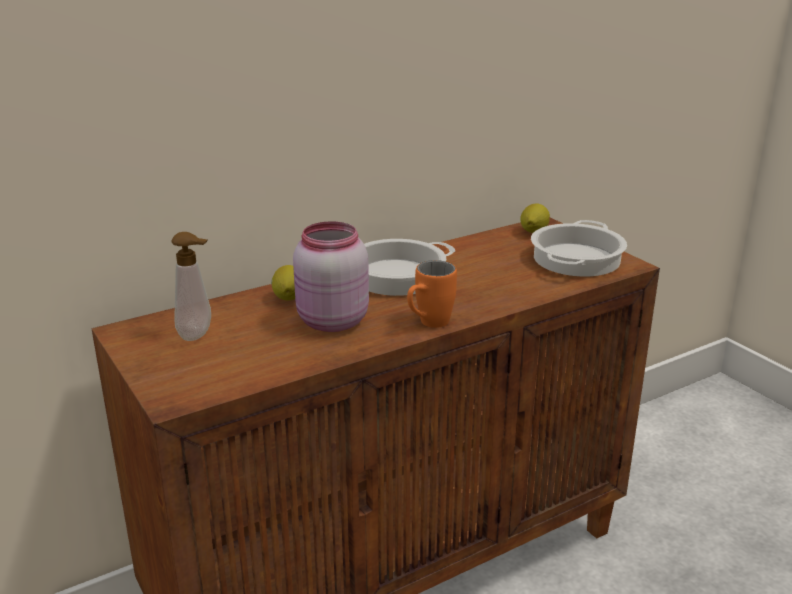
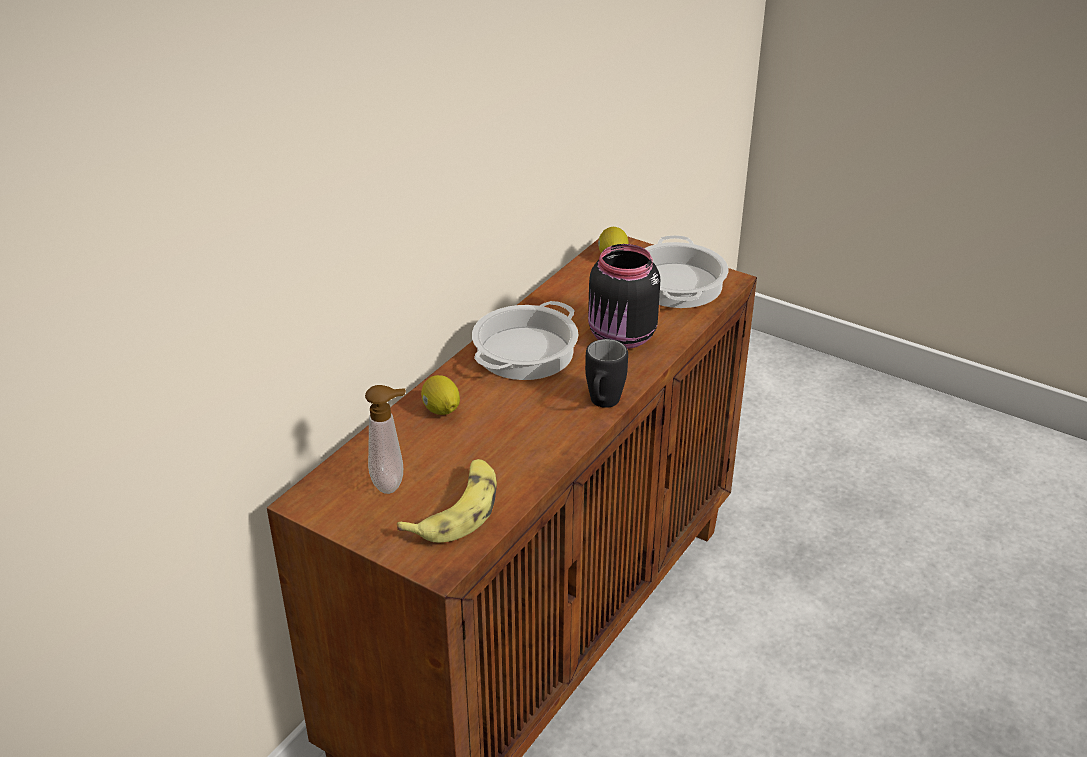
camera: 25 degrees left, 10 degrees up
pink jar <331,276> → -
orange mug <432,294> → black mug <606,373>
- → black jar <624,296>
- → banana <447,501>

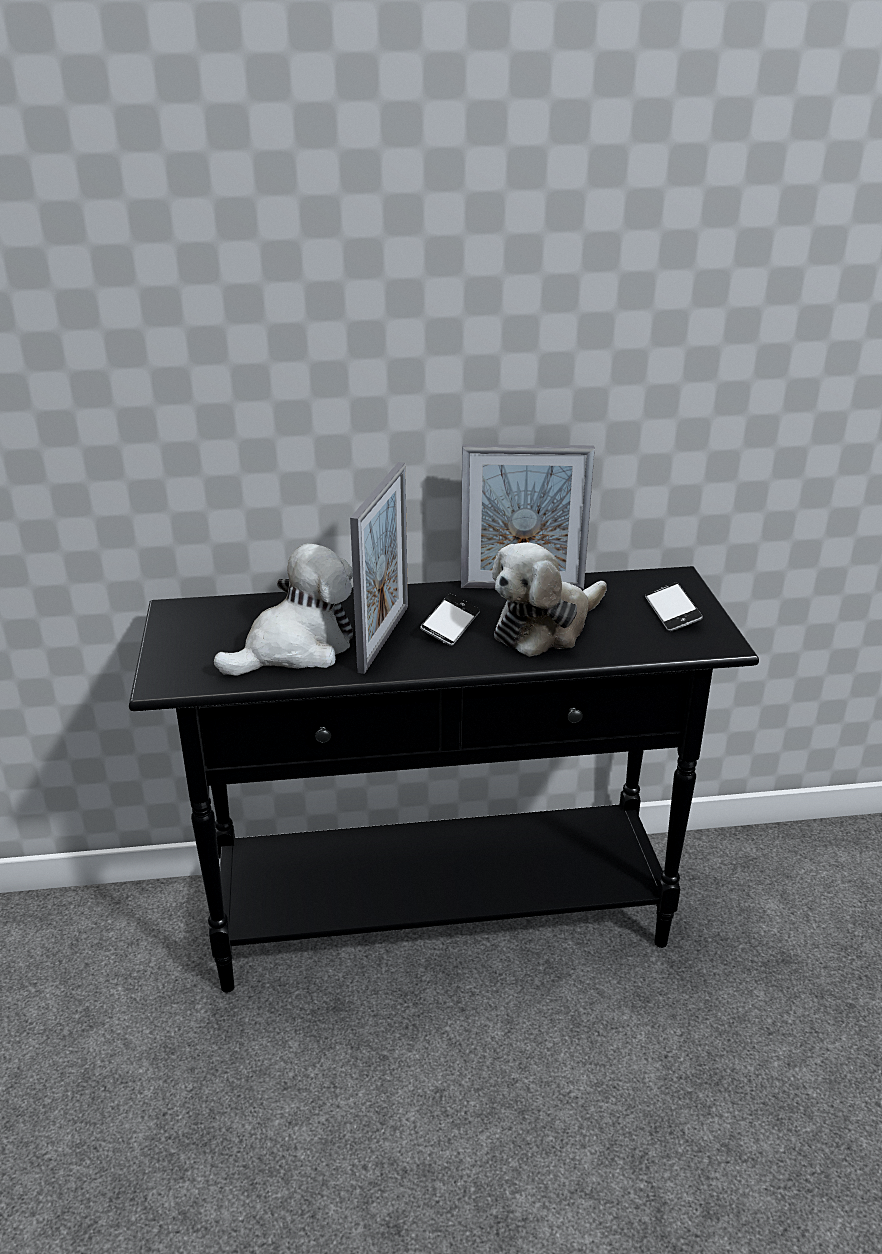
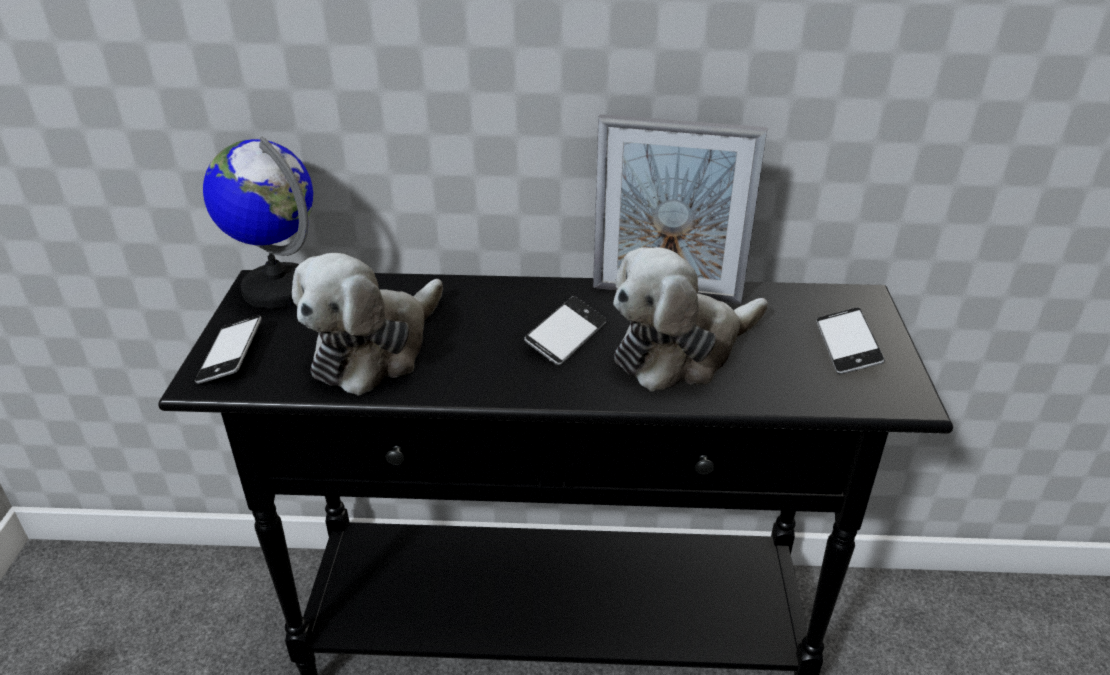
camera: 10 degrees right, 5 degrees up
picture frame <379,568> → -
plush toy <283,609> → plush toy <367,324>, 150 degrees clockwise
- → globe <258,223>
- → phone <228,349>

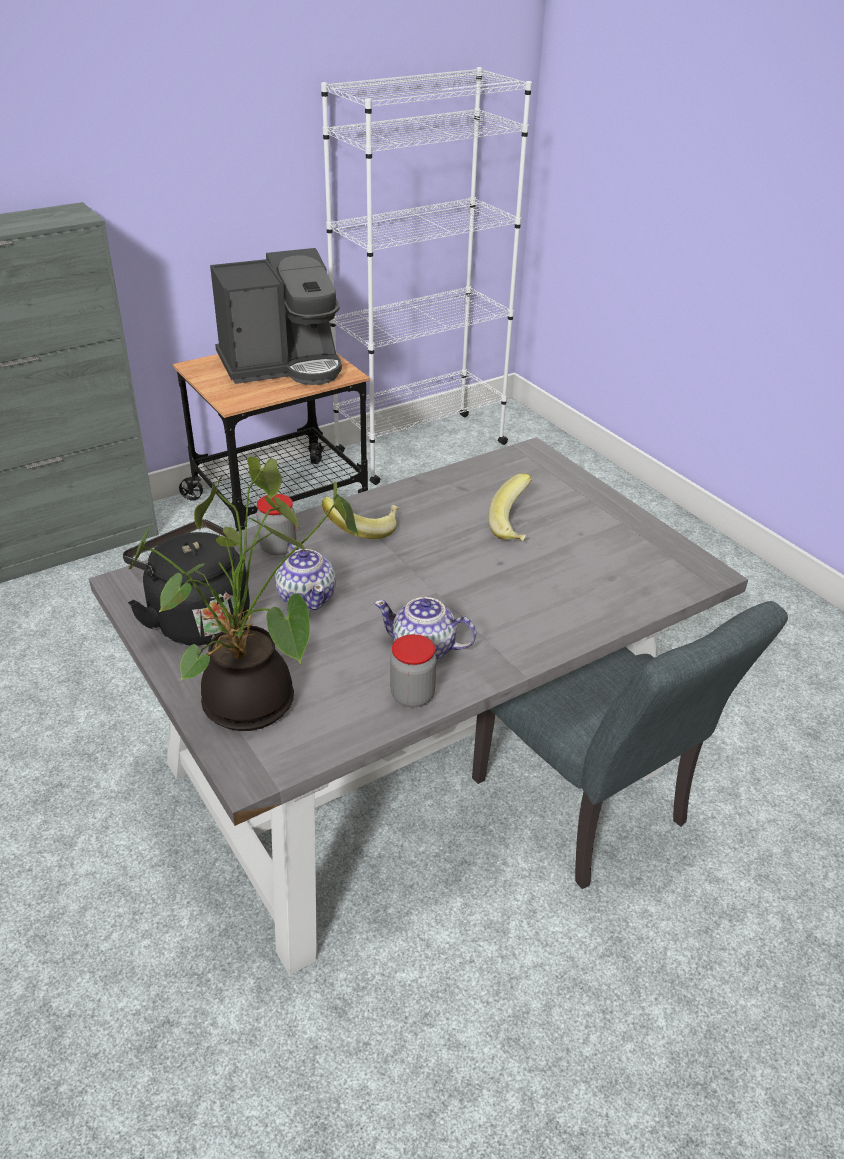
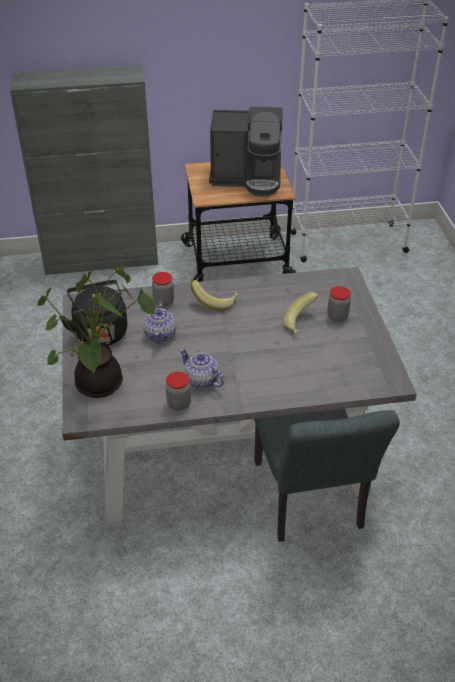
camera: 25 degrees right, 5 degrees up
- → jar <339,304>

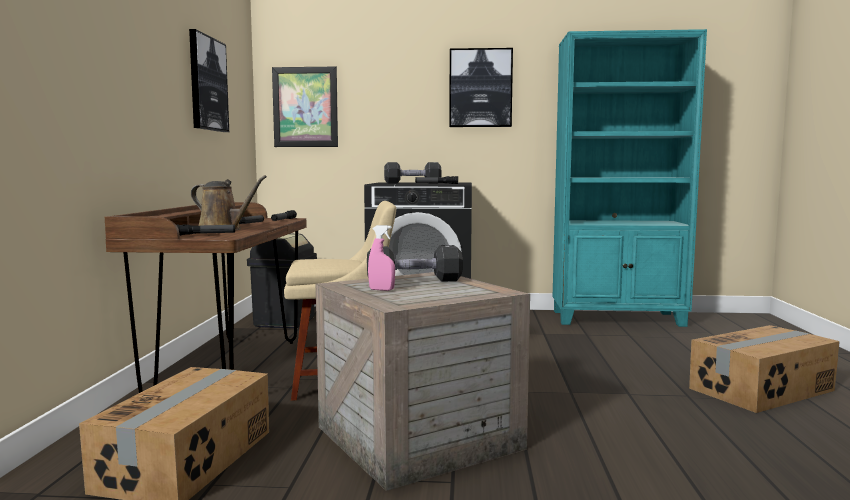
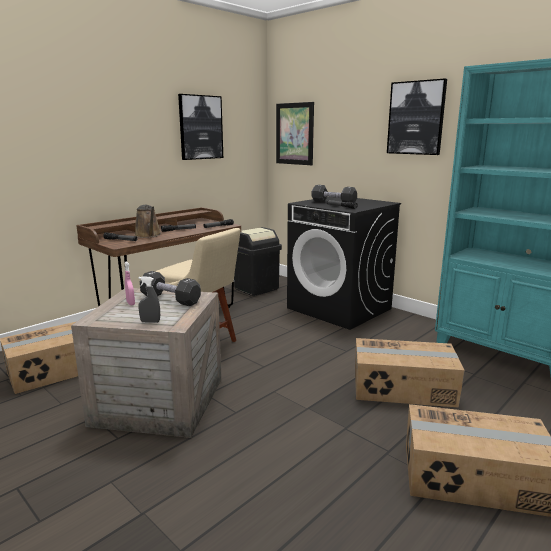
camera: 40 degrees right, 10 degrees up
- → grey spray bottle <149,299>
- → cardboard box <409,373>

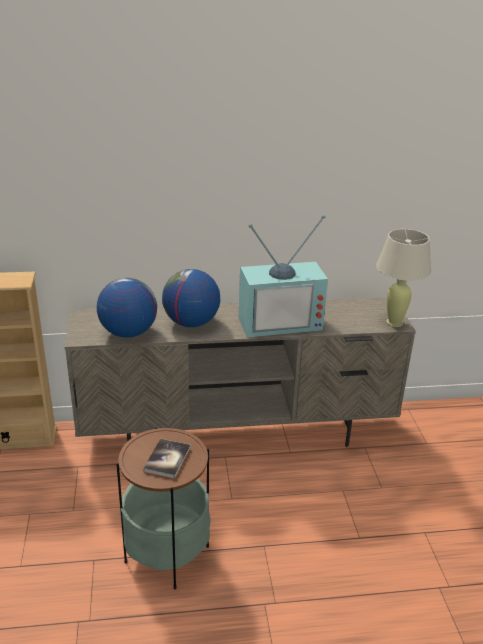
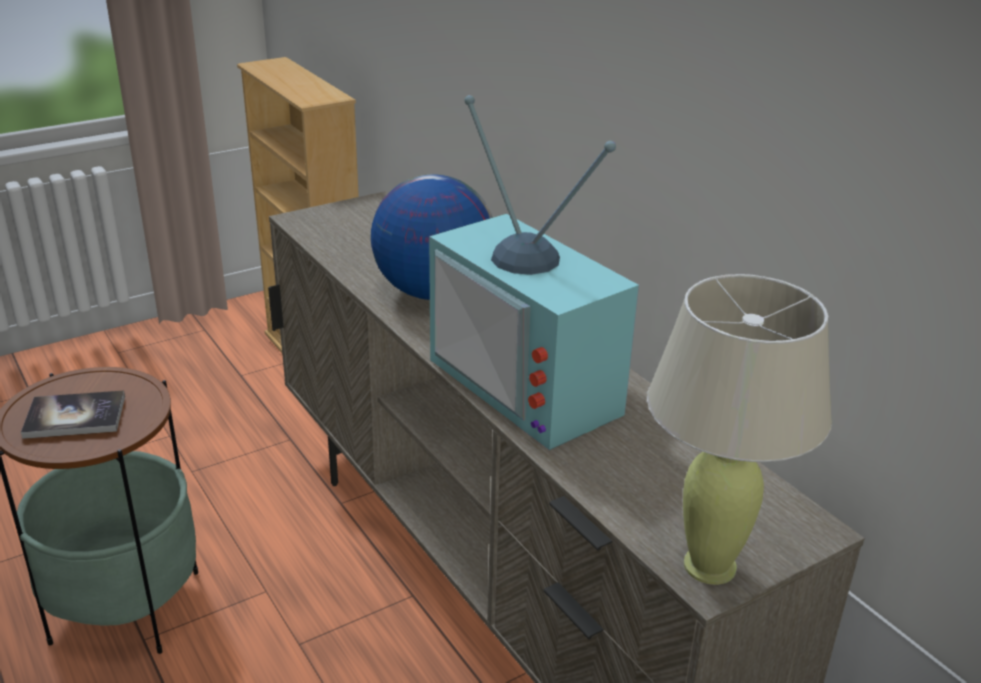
camera: 65 degrees right, 0 degrees up
globe <126,308> → -

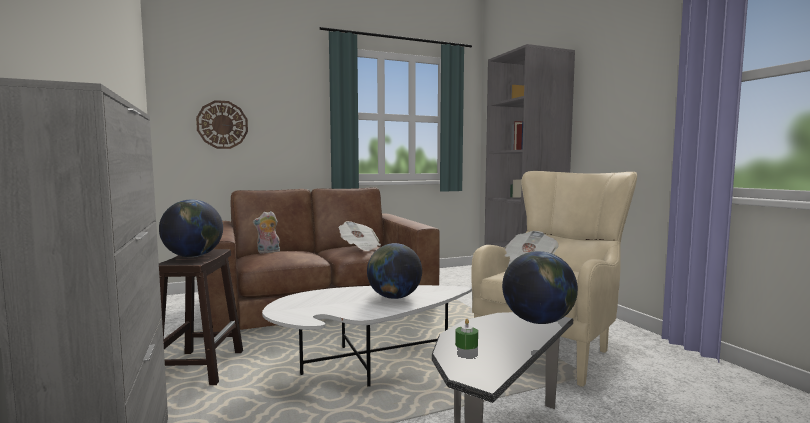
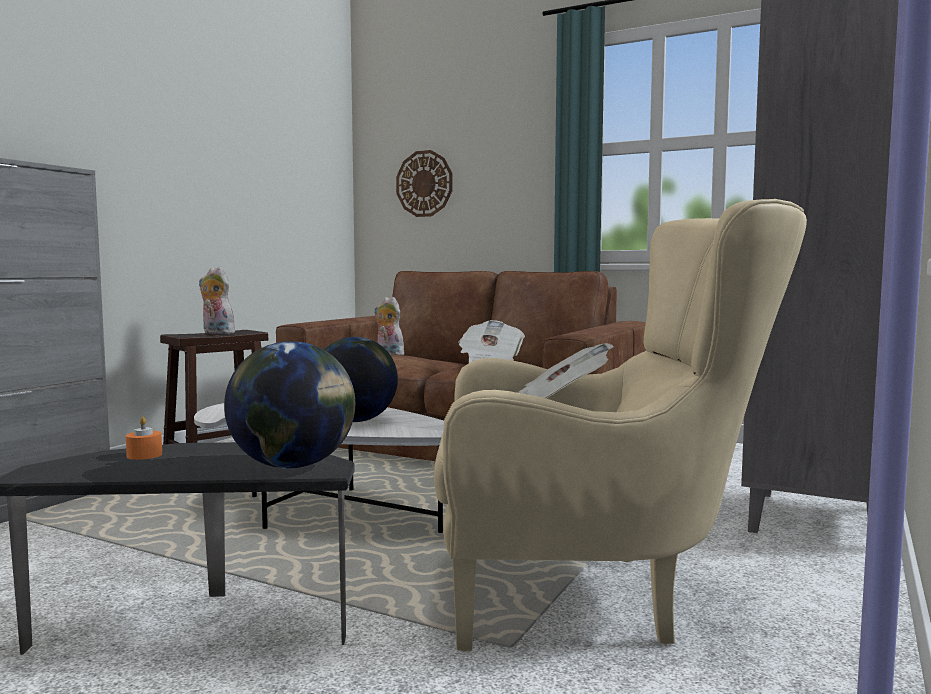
camera: 50 degrees right, 0 degrees up
globe <191,228> → plush toy <217,300>
green candle <466,334> → orange candle <144,438>

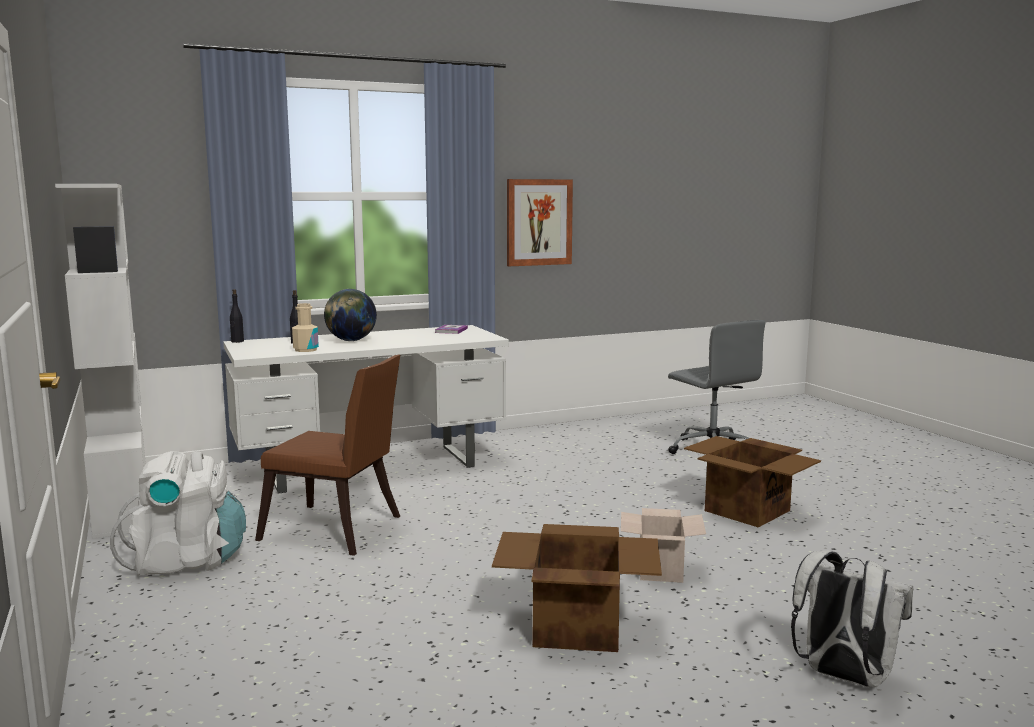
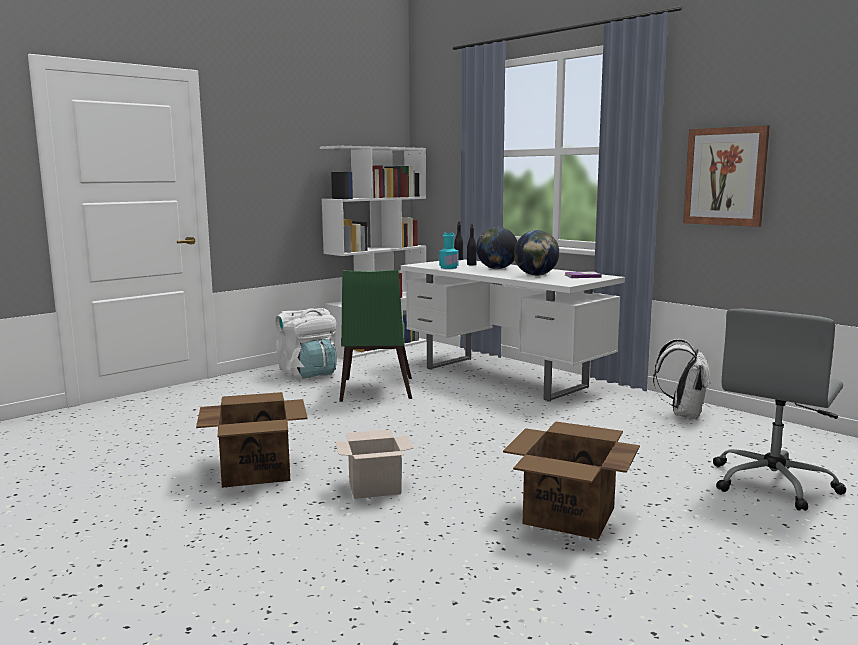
camera: 70 degrees right, 0 degrees up
beige bottle <305,327> → turquoise bottle <449,251>
brown chair <327,455> → green chair <375,336>
white backpack <852,618> → white backpack <682,379>, moved
- → globe <536,253>

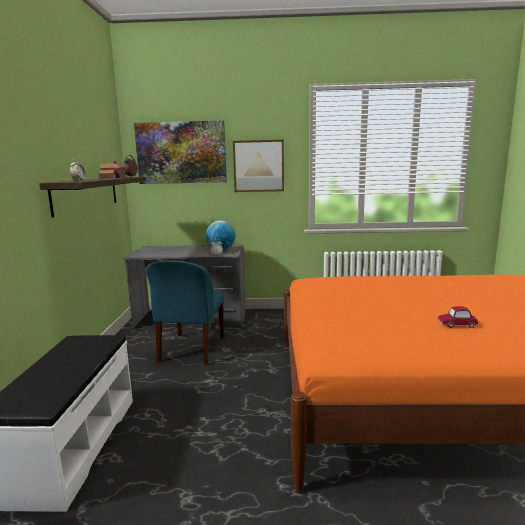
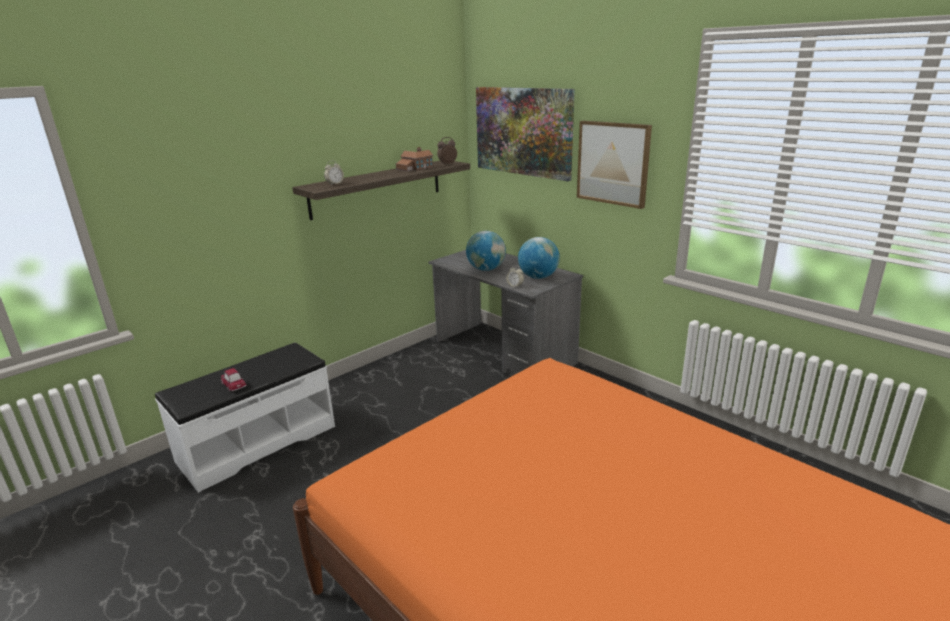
camera: 45 degrees right, 10 degrees up
blue chair <185,312> → -
toy car <458,317> → toy car <234,379>, moved
- → globe <486,251>

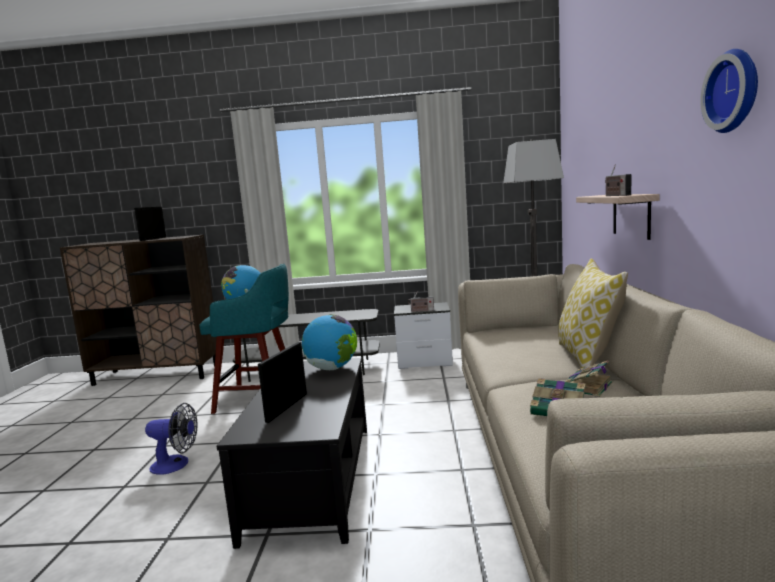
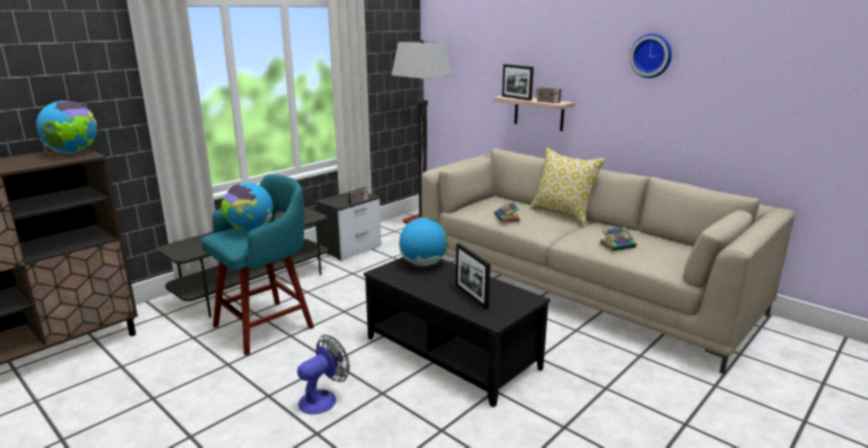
camera: 50 degrees left, 10 degrees up
picture frame <150,224> → picture frame <518,82>, moved
book <588,378> → book <507,212>, moved
- → globe <66,127>

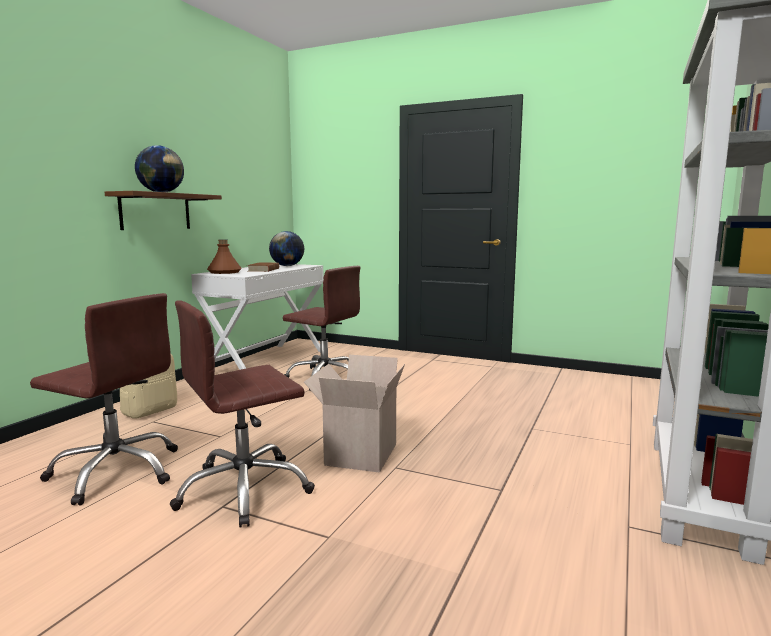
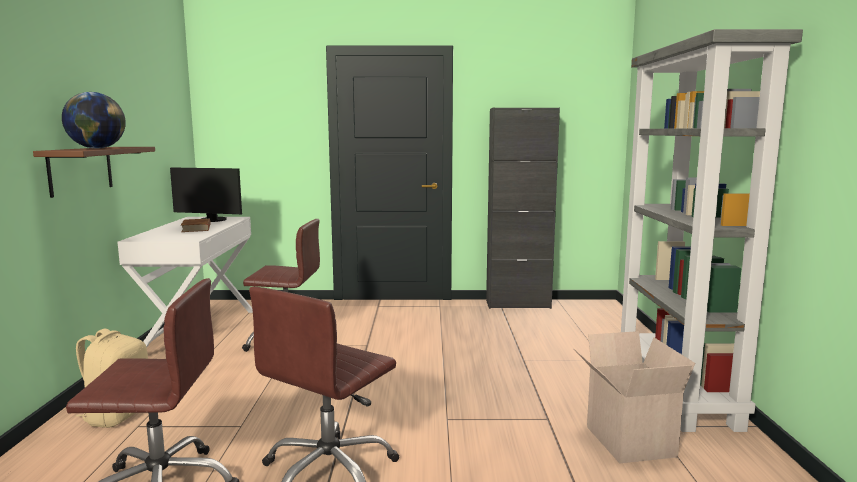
camera: 25 degrees left, 0 degrees up
globe <286,248> → monitor <206,194>
brown bottle <224,256> → -
cardboard box <354,414> → cardboard box <634,397>, moved
- → black cabinet <523,208>

